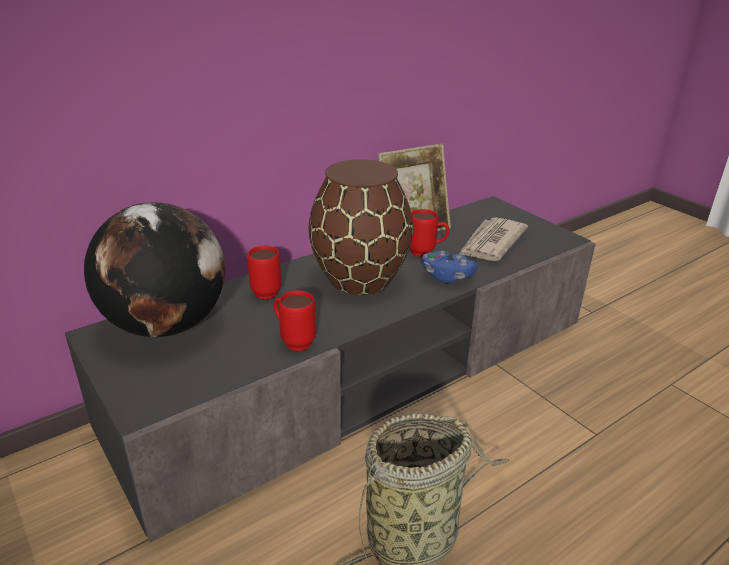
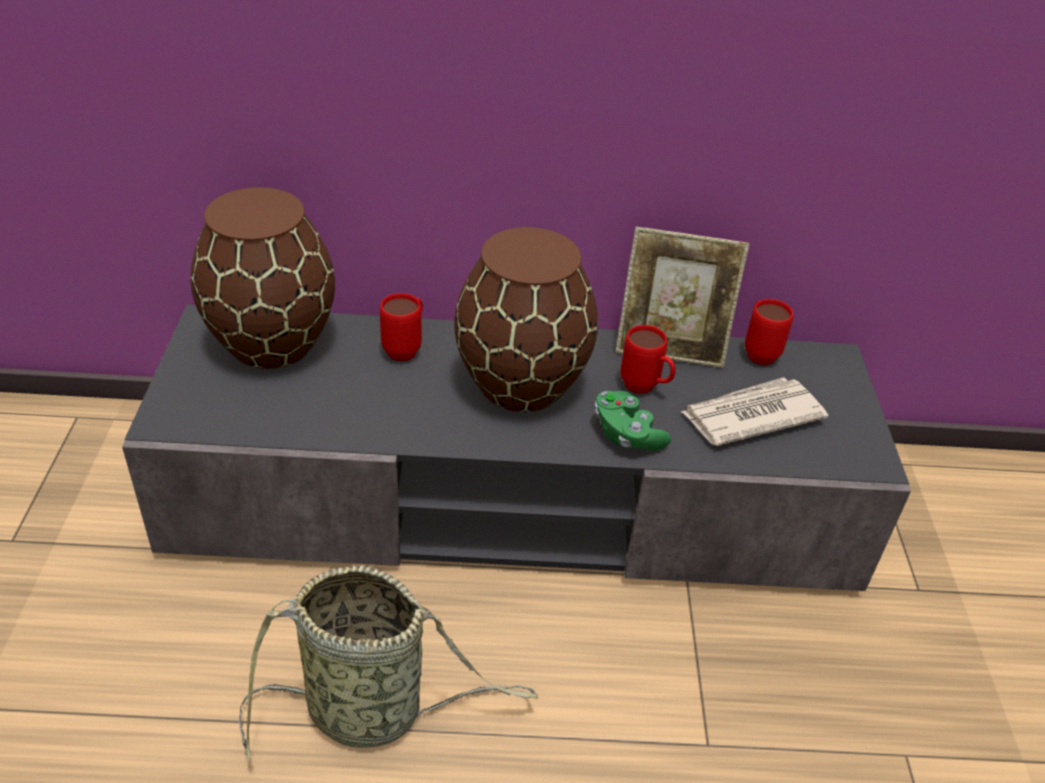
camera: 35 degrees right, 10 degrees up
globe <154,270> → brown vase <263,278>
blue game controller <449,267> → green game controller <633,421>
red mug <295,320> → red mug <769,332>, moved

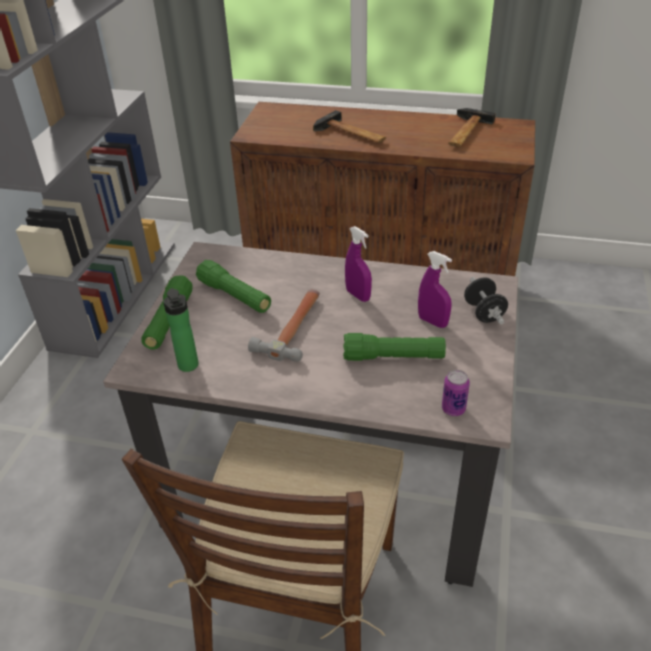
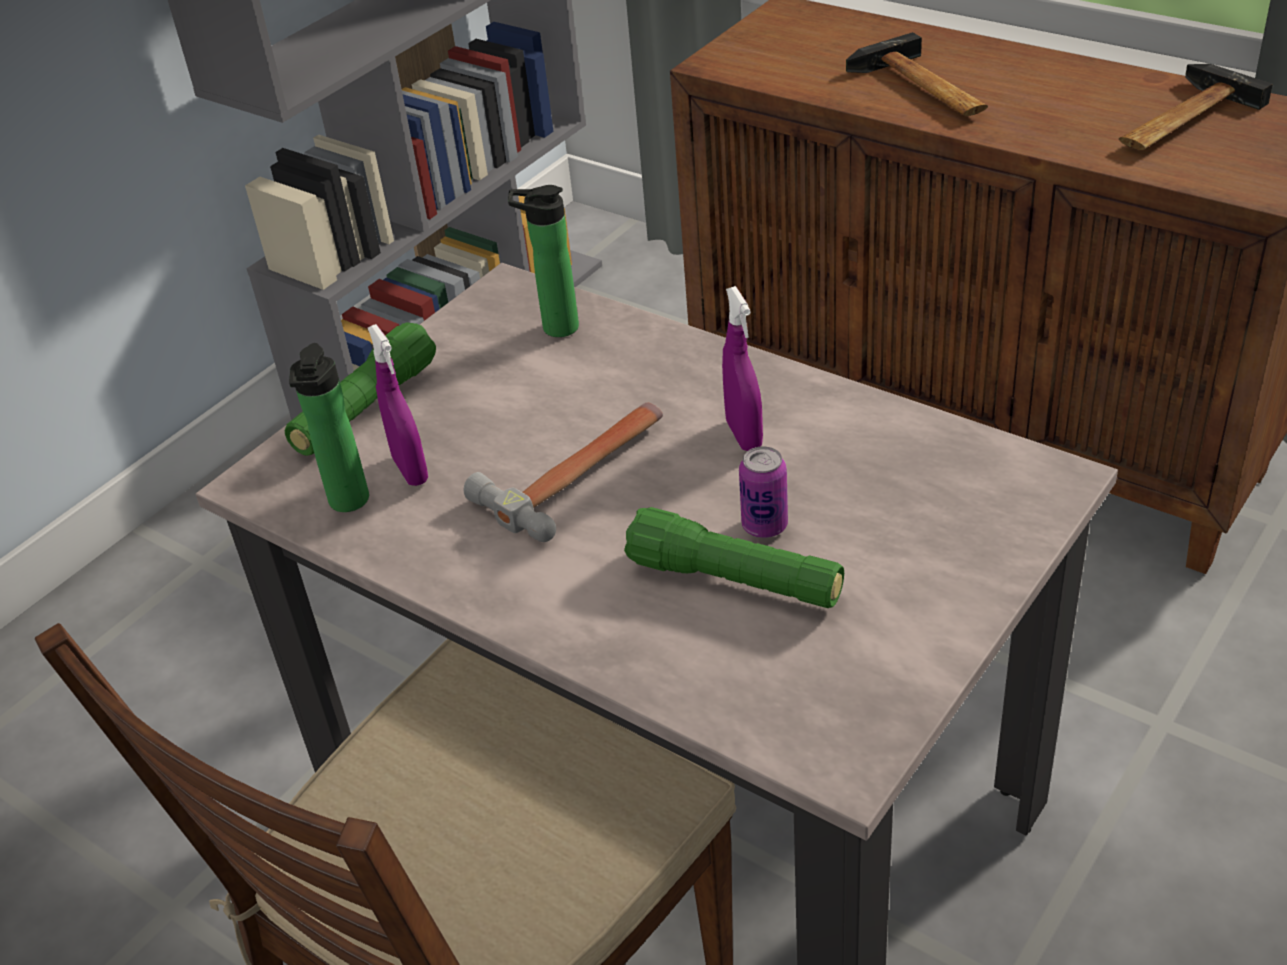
camera: 25 degrees right, 0 degrees up
purple spray bottle <435,289> → purple spray bottle <398,405>, moved
green flashlight <233,286> → -
black dumbbell <486,300> → -
can <456,393> → can <763,492>, moved
- → bottle <543,261>

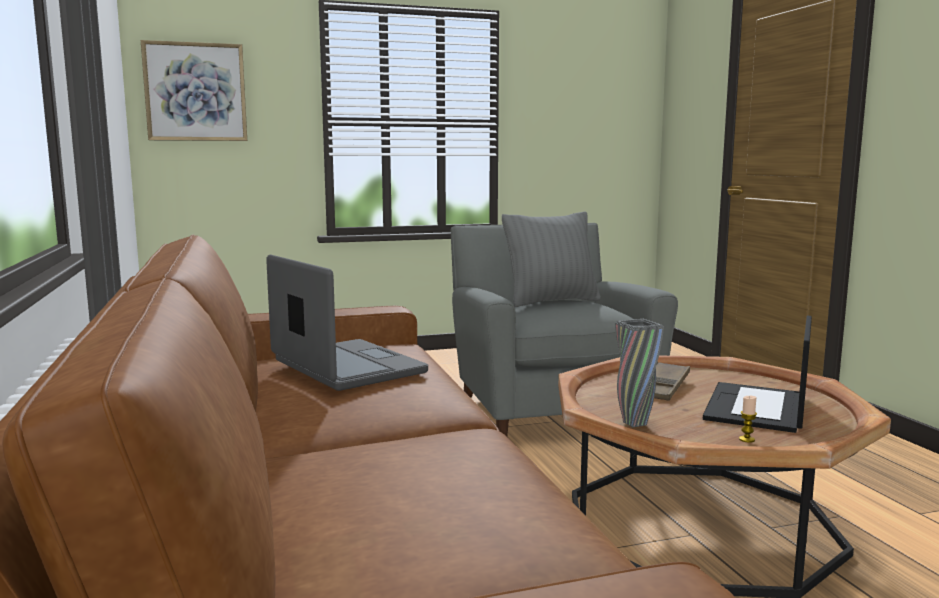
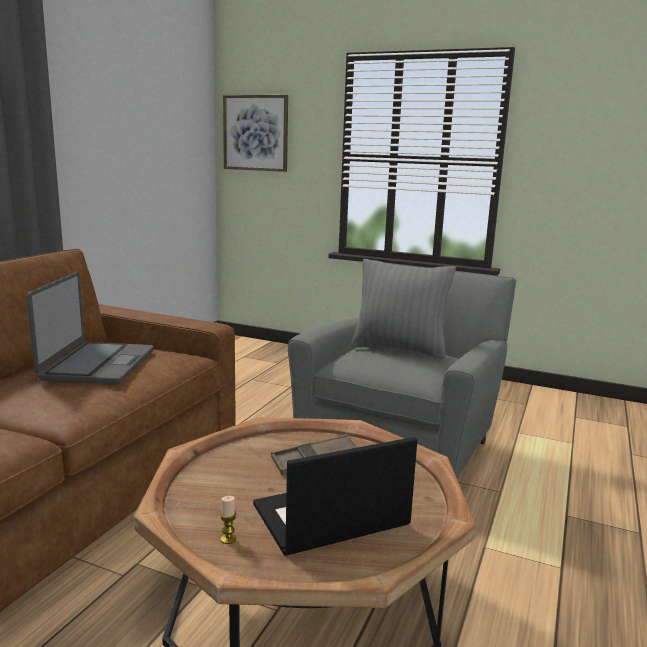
camera: 40 degrees right, 5 degrees up
grey vase <639,373> → -

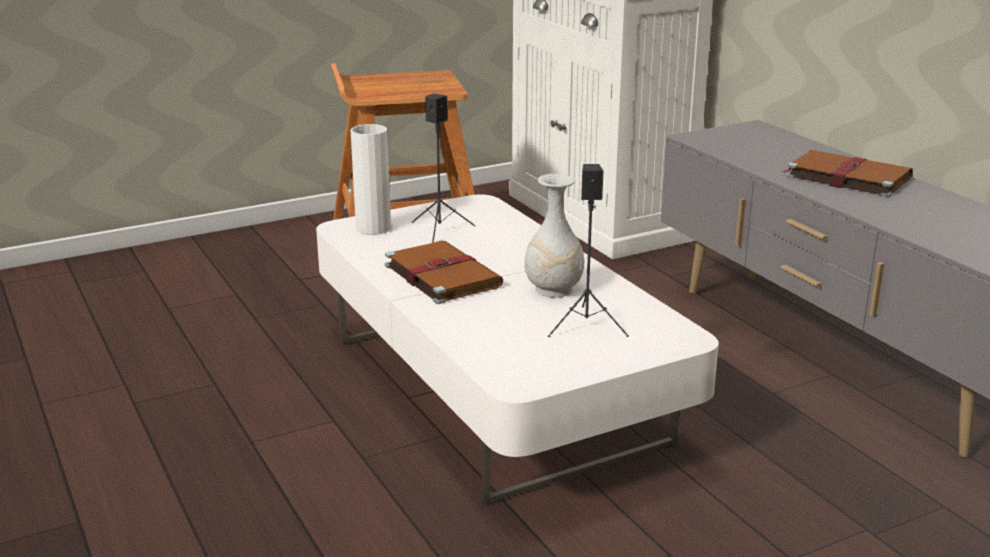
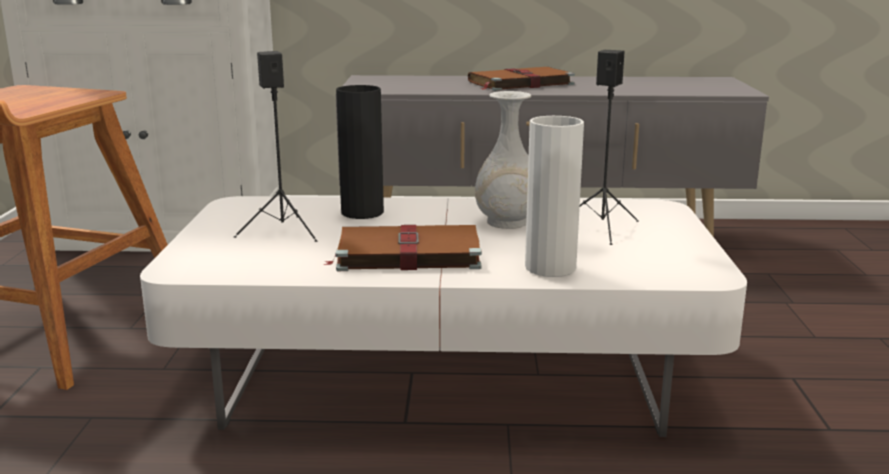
camera: 60 degrees left, 5 degrees down
white vase <371,179> → white vase <554,196>, moved
- → black vase <360,152>

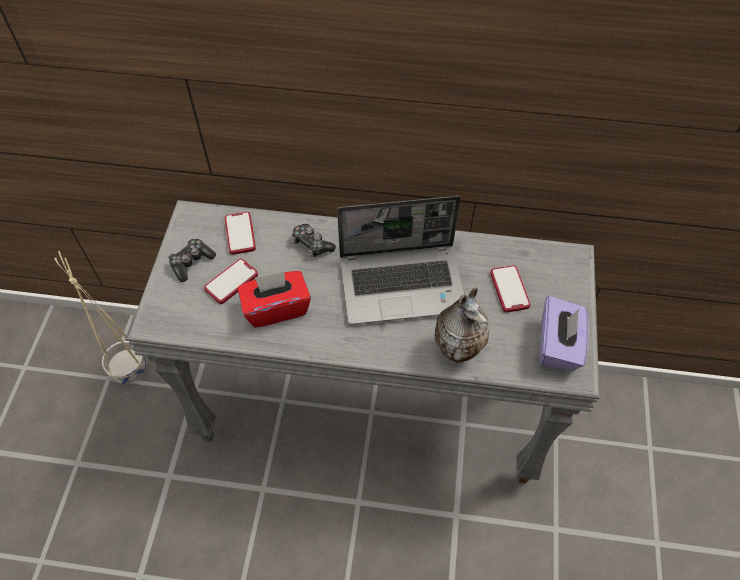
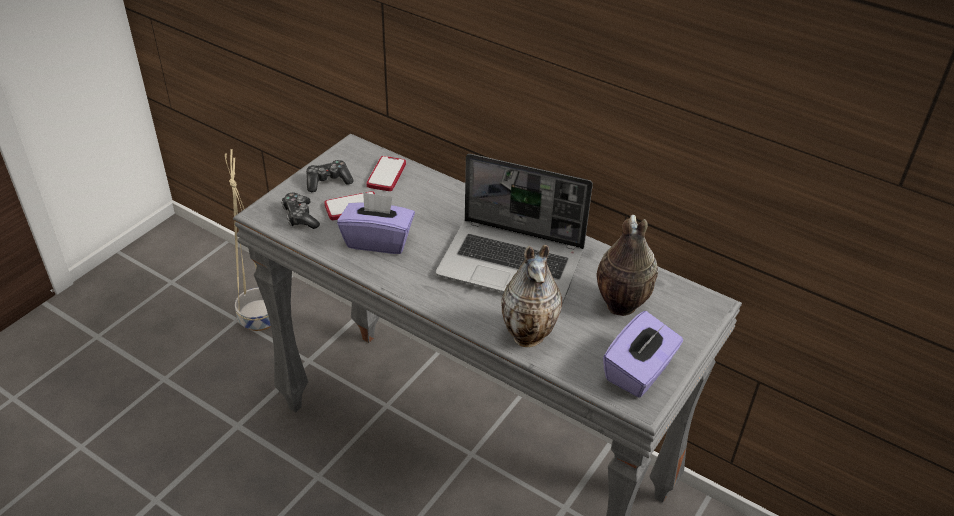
camera: 25 degrees right, 15 degrees down
game controller <313,240> → game controller <300,211>, moved
phone <510,288> → vase <627,265>
red tissue box <274,299> → purple tissue box <376,223>

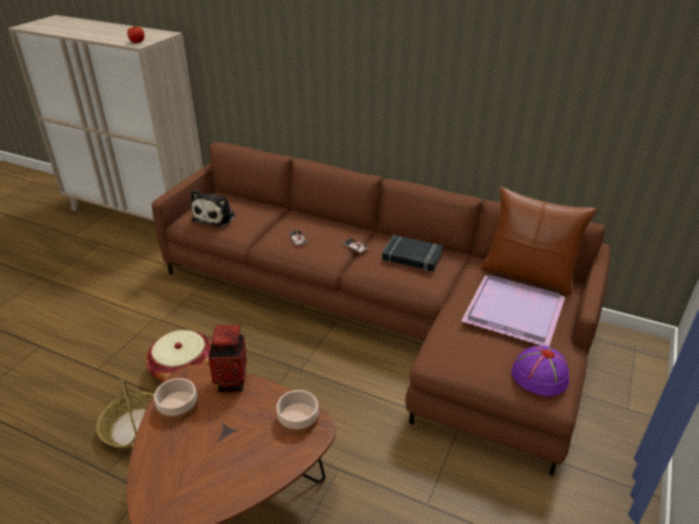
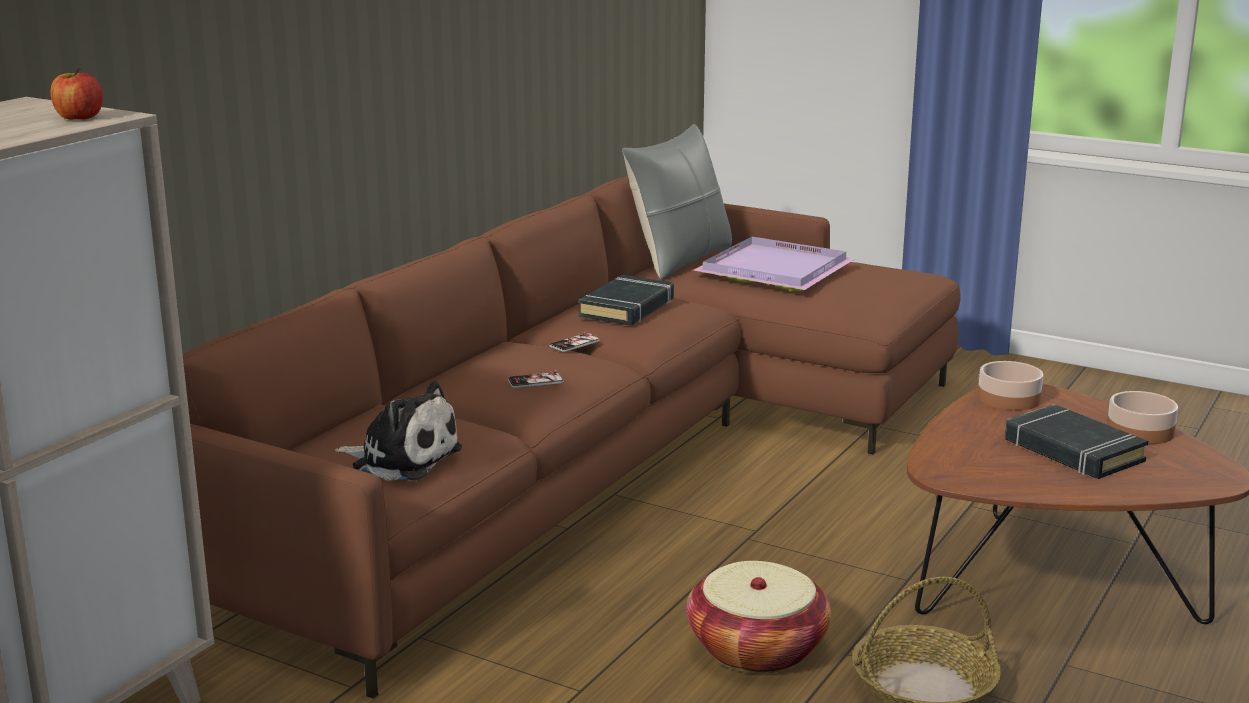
camera: 85 degrees left, 15 degrees down
brown pillow <539,241> → grey pillow <677,202>
vase <228,358> → -
purple hat <540,370> → -
bowl <176,400> → bowl <1142,417>, moved
- → black book <1076,441>

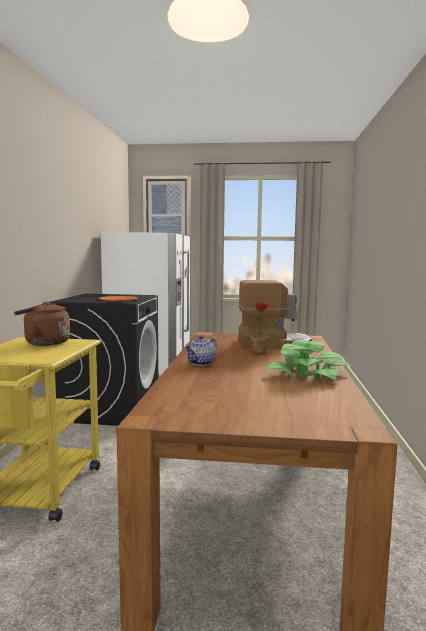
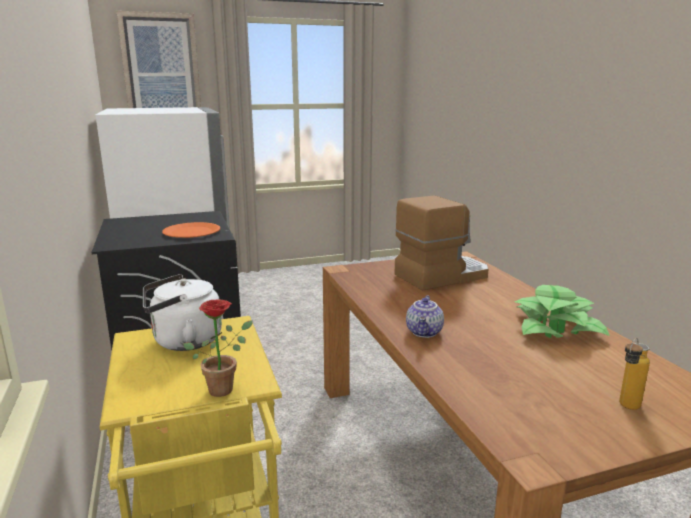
camera: 25 degrees left, 10 degrees up
brown kettle <42,324> → white kettle <182,312>
potted plant <262,328> → potted plant <218,348>, moved
- → bottle <634,374>

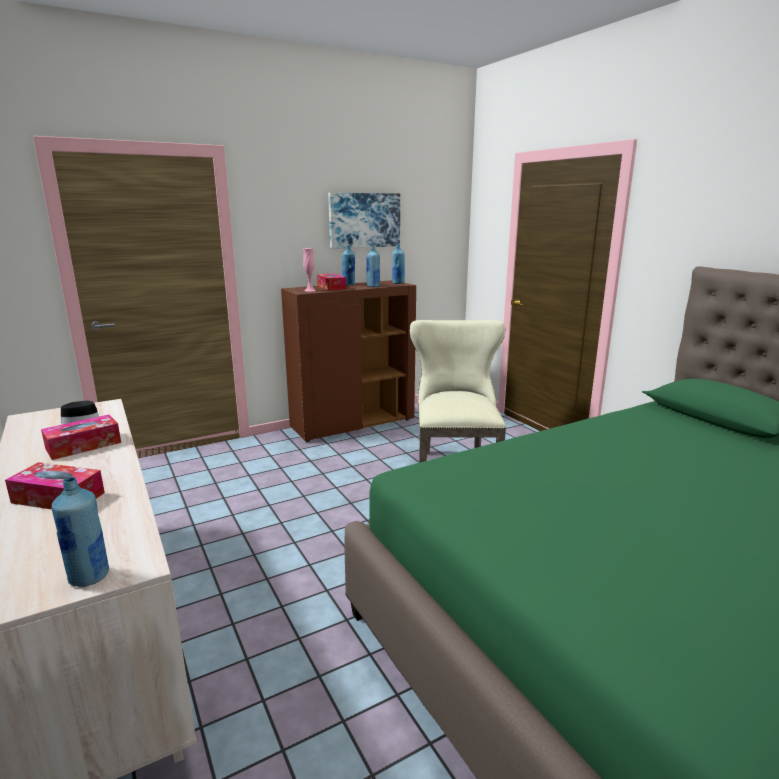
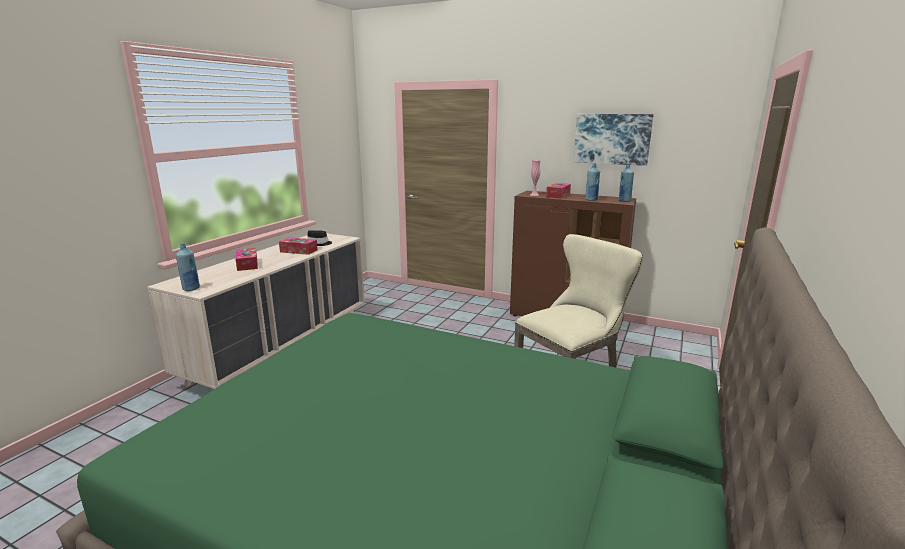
camera: 55 degrees right, 0 degrees up
blue bottle <348,266> → -

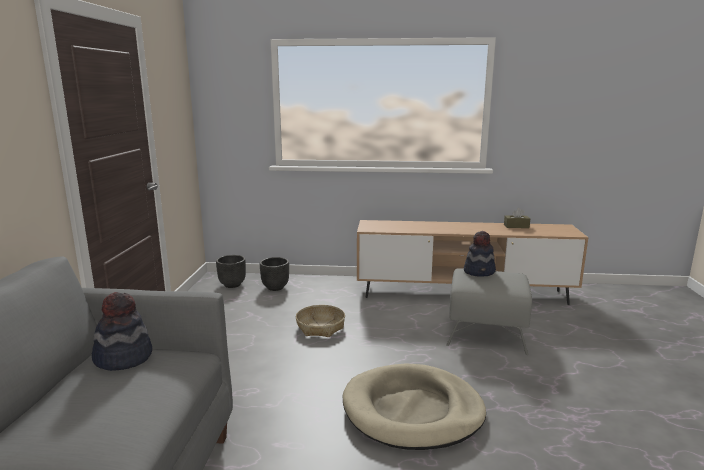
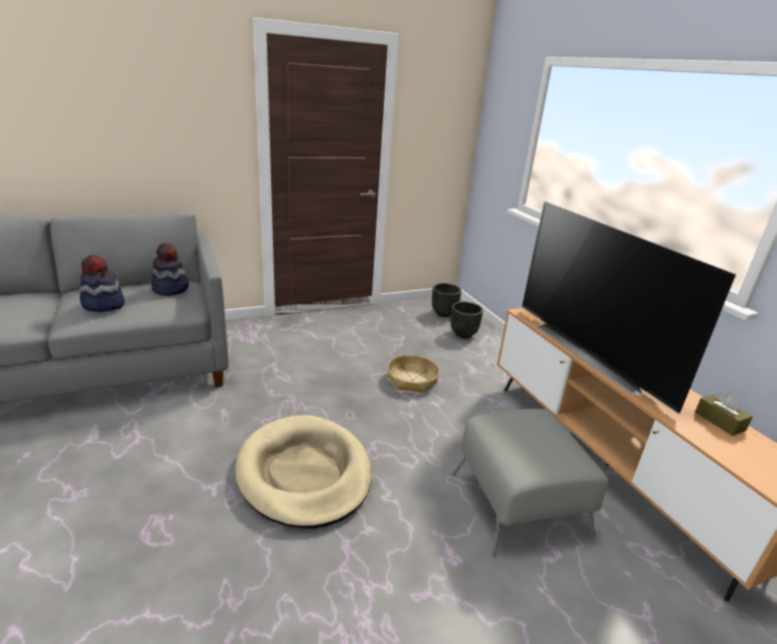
camera: 60 degrees right, 10 degrees up
hat <480,254> → hat <102,283>, moved
- → television <629,307>

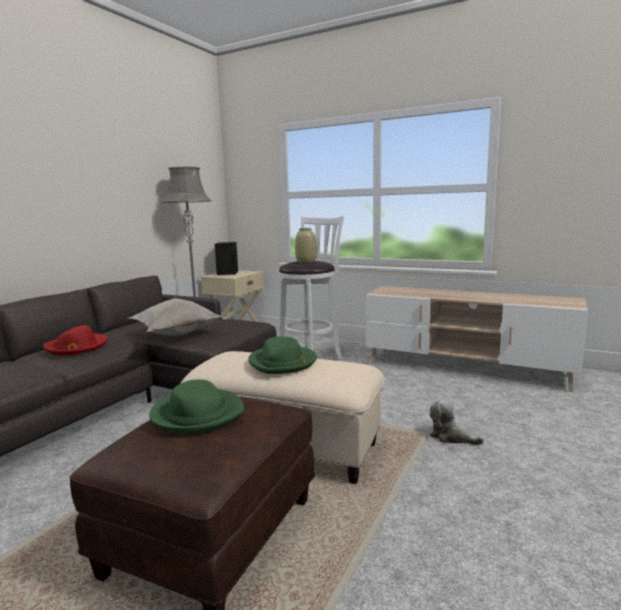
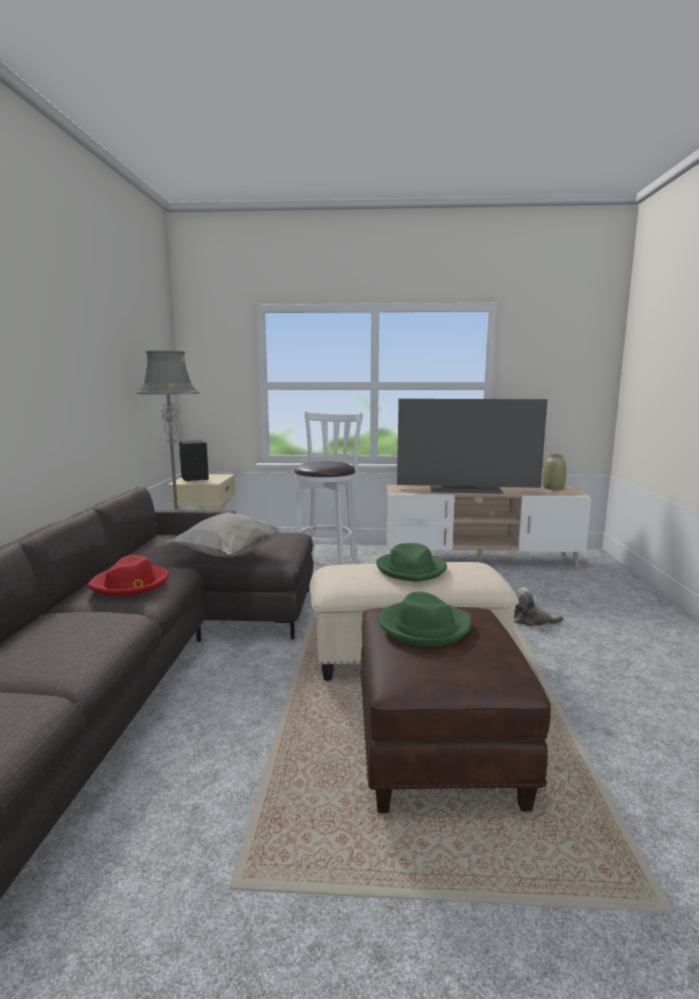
camera: 25 degrees left, 0 degrees up
beige vase <306,245> → beige vase <554,472>, moved
- → television <472,446>

